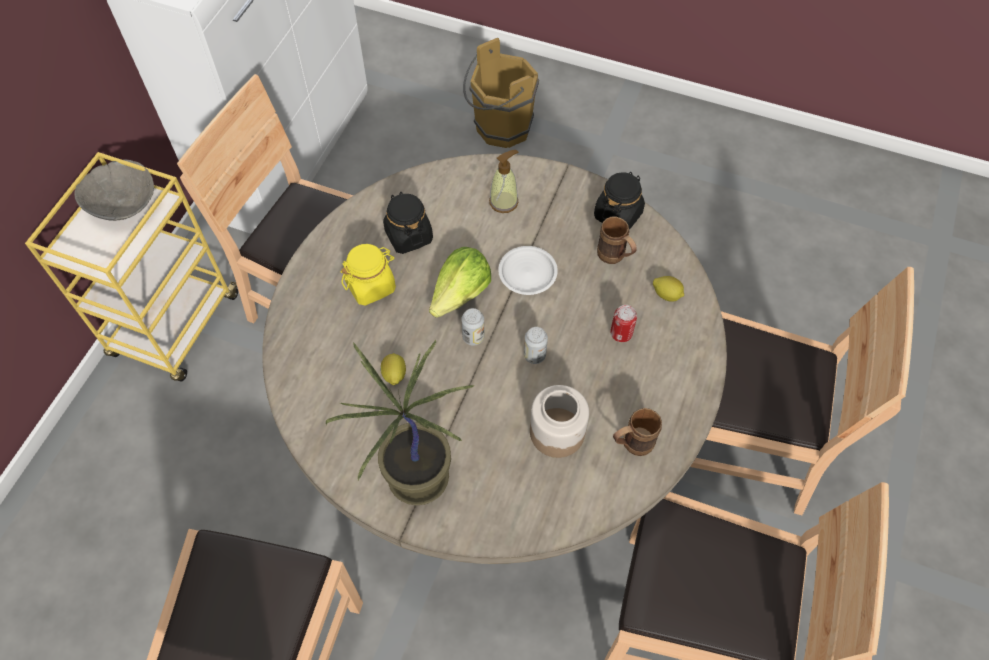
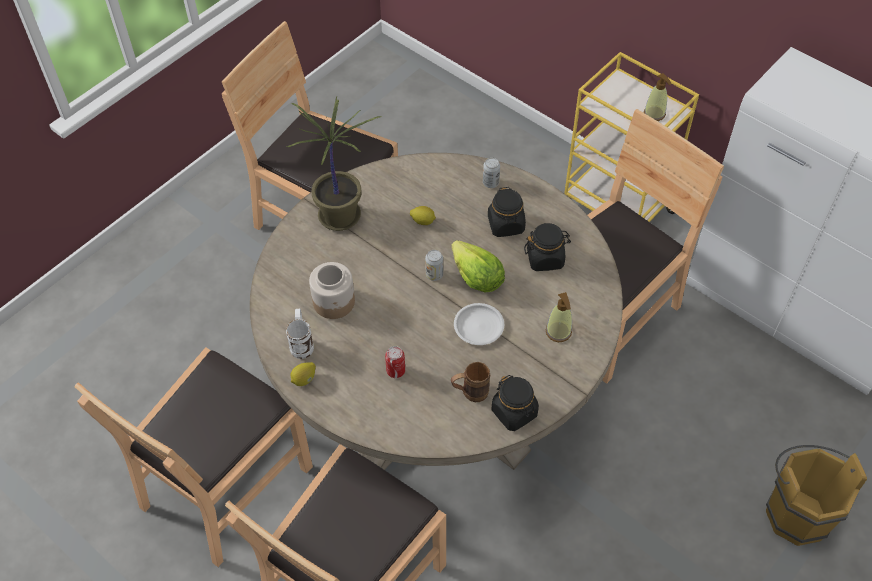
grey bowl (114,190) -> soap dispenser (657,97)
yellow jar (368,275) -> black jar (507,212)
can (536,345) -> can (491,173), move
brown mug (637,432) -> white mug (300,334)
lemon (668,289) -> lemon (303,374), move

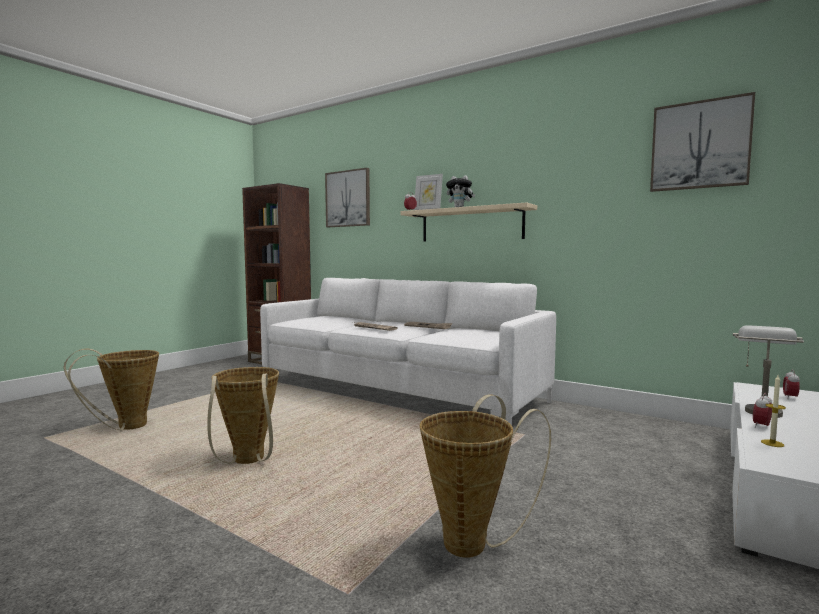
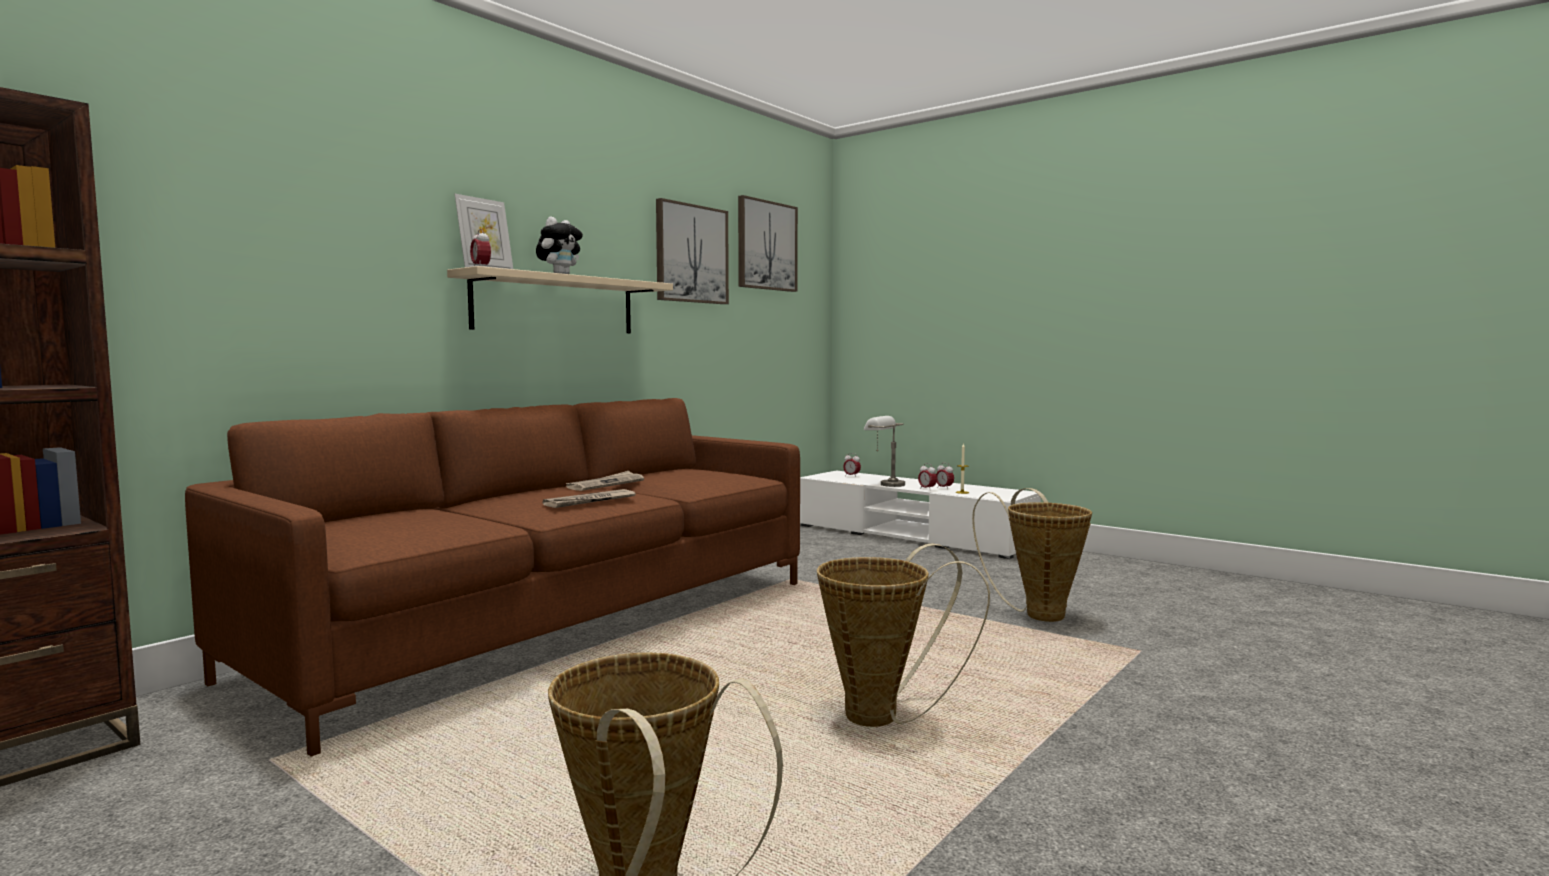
white sofa (408,351) -> brown sofa (492,577)
picture (347,197) -> picture (692,251), move
none -> alarm clock (945,476)

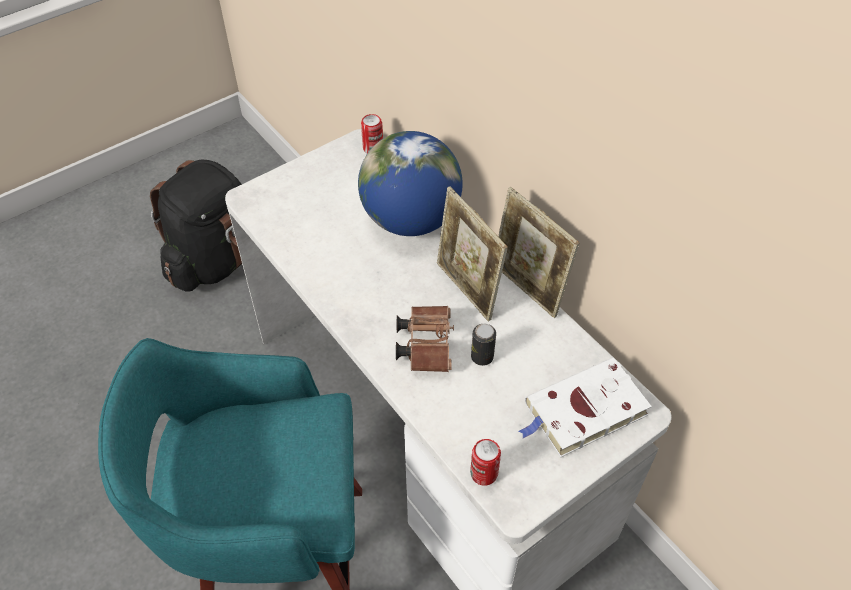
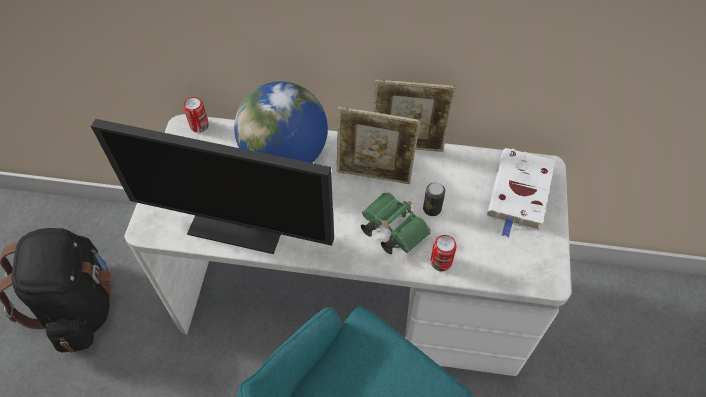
brown binoculars (425,339) -> green binoculars (396,223)
can (485,462) -> can (443,253), move
none -> monitor (212,186)

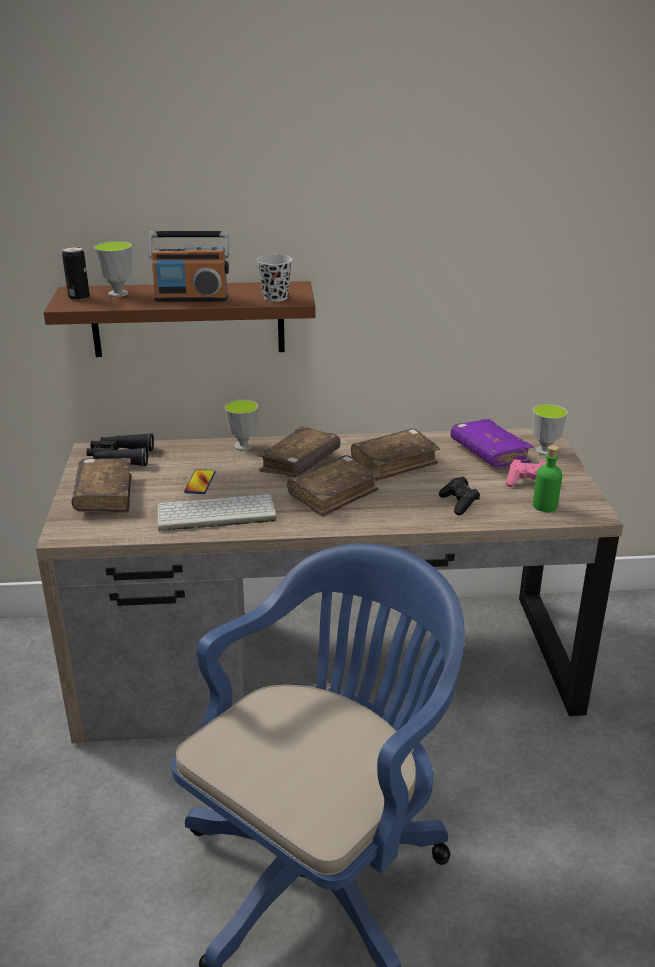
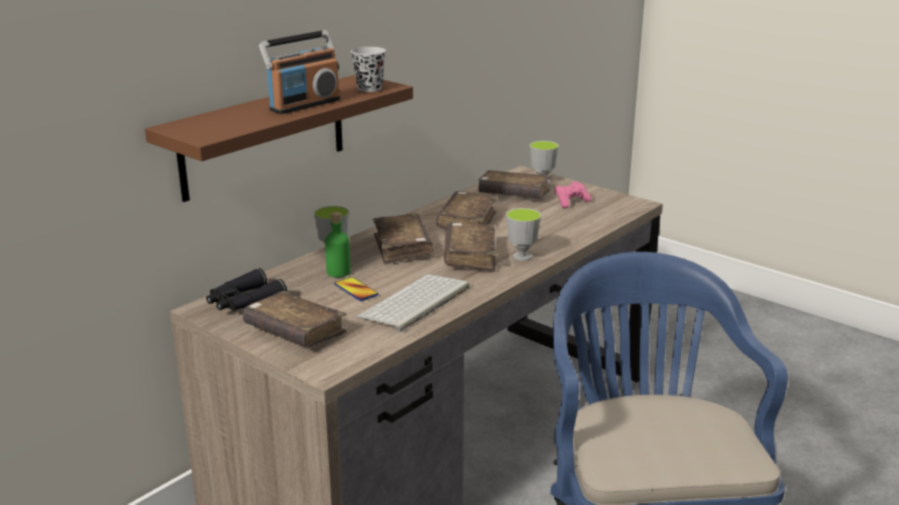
can (76,273) -> none
cup (113,269) -> cup (523,234), move
black game controller (459,496) -> none
purple book (492,443) -> brown book (514,184)
green bottle (547,478) -> green bottle (337,244), move

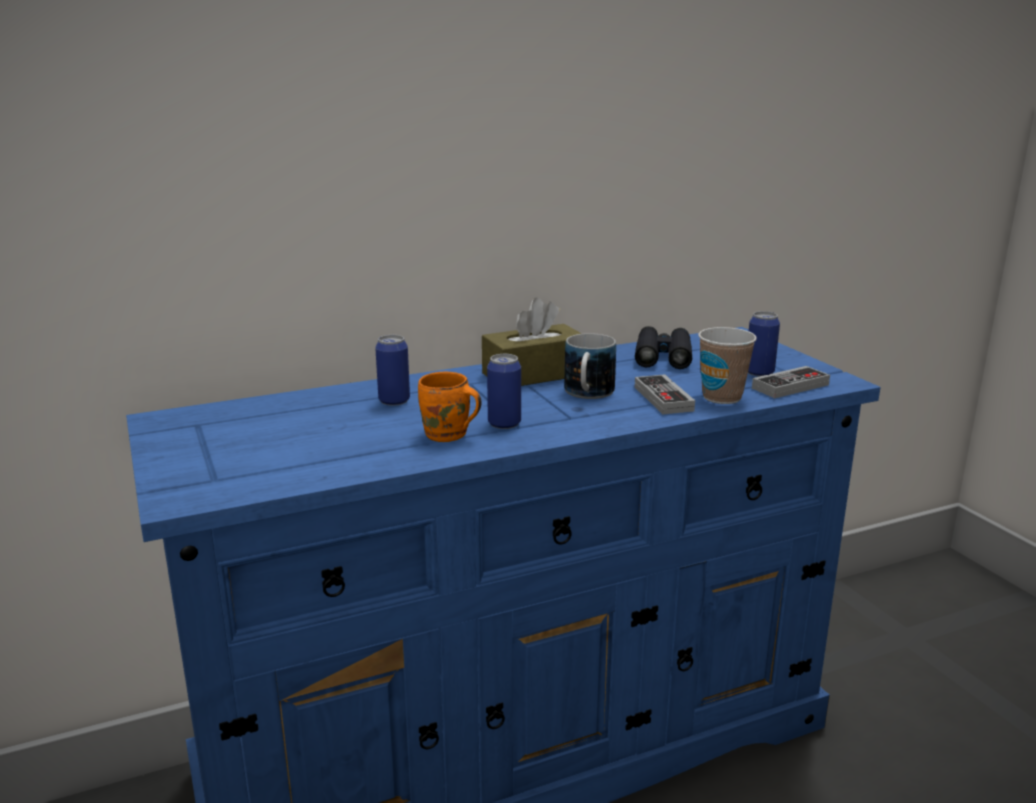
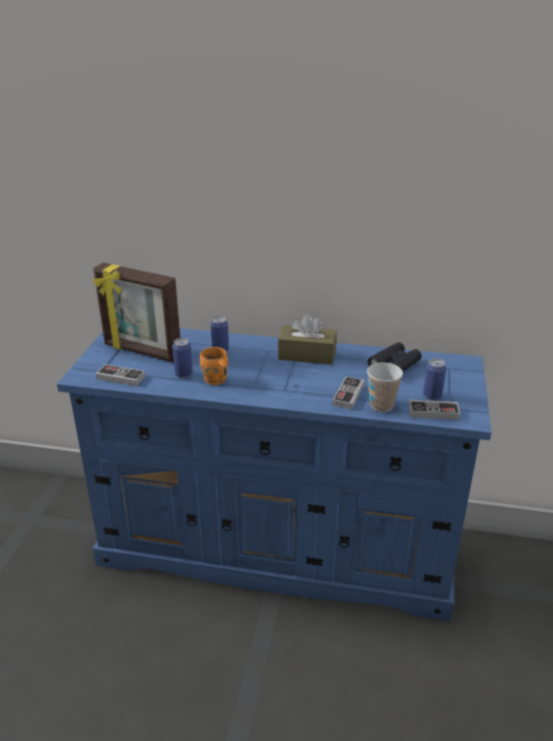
can (504,391) -> can (182,358), move
mug (590,366) -> none
none -> picture frame (136,312)
none -> game controller (120,375)

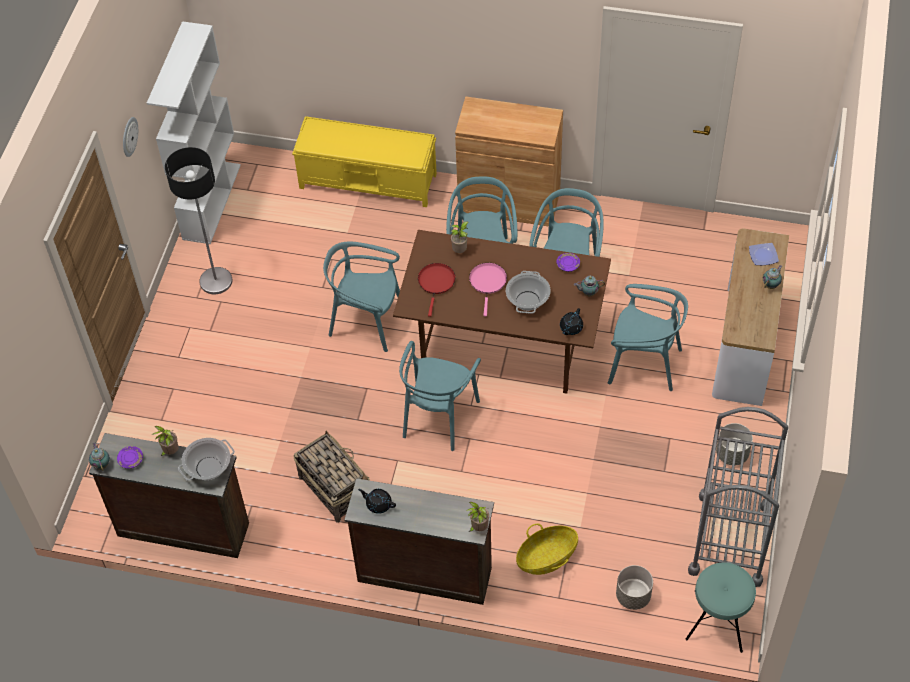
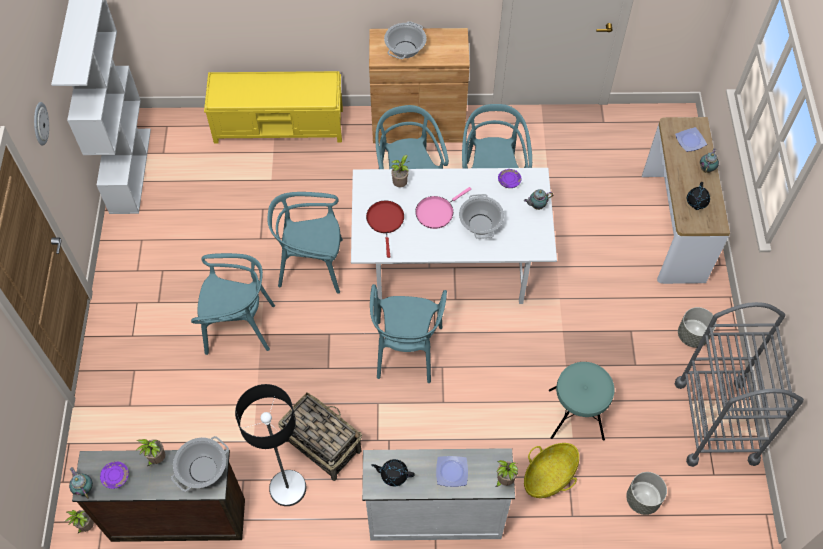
floor lamp (198,220) -> floor lamp (270,445), move
brown dresser (419,541) -> white dresser (438,494)
brown dining table (502,312) -> white dining table (454,236)
pink frying pan (488,290) -> pink frying pan (443,208), 120 degrees counterclockwise
black teapot (571,321) -> black teapot (698,196), move
turquoise chair (648,337) -> turquoise chair (233,304), move
turquoise stool (720,608) -> turquoise stool (582,401), move
none -> potted plant (79,522)
none -> cooking pot (405,40)
none -> plate (452,471)

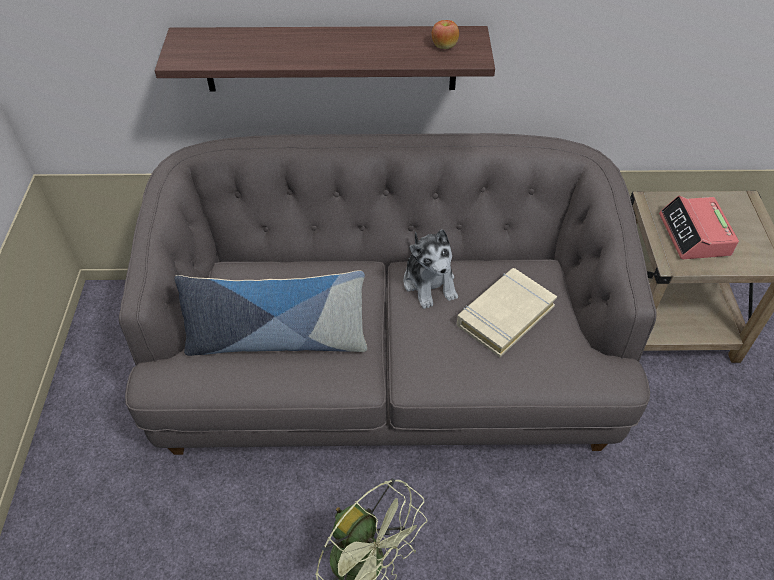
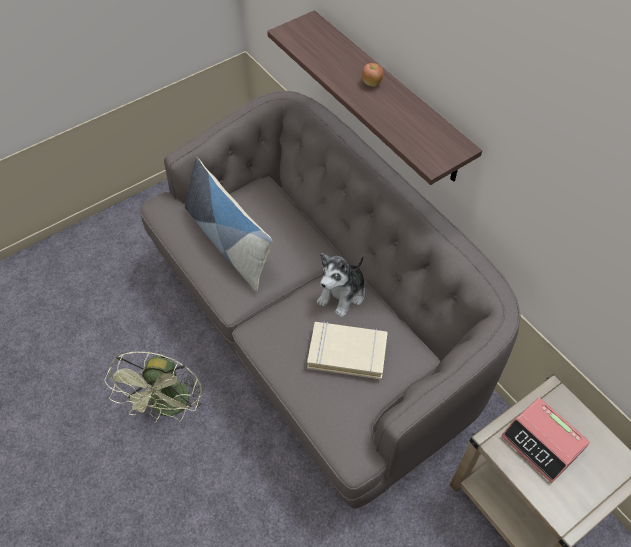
apple (445,34) -> apple (372,75), move
alarm clock (699,227) -> alarm clock (545,440), 90 degrees counterclockwise

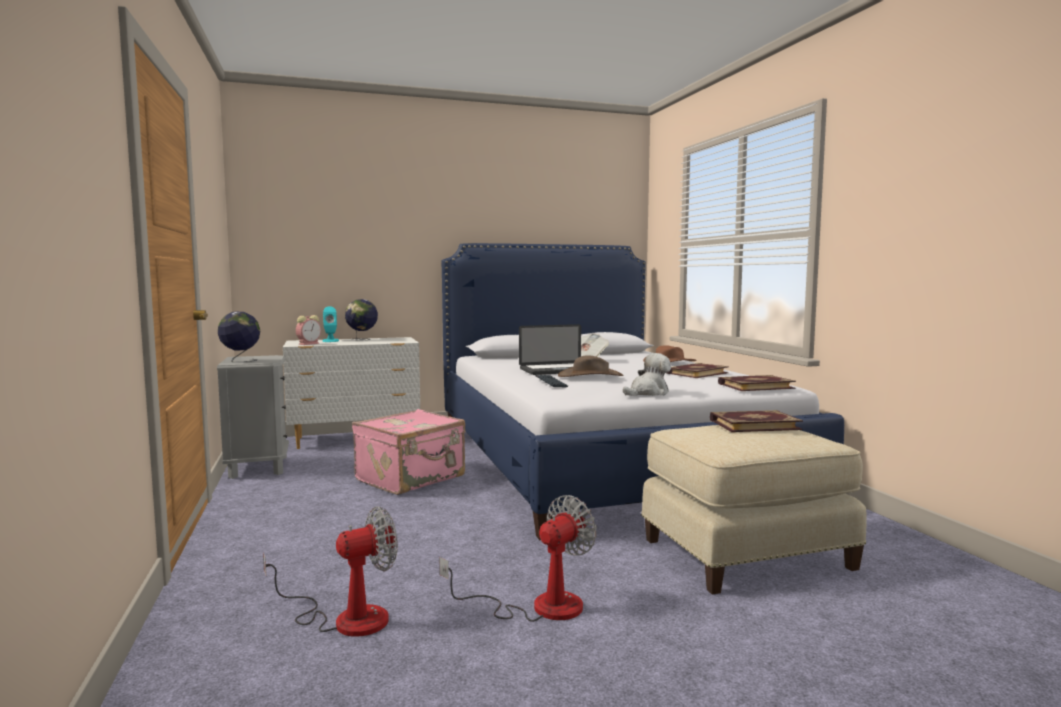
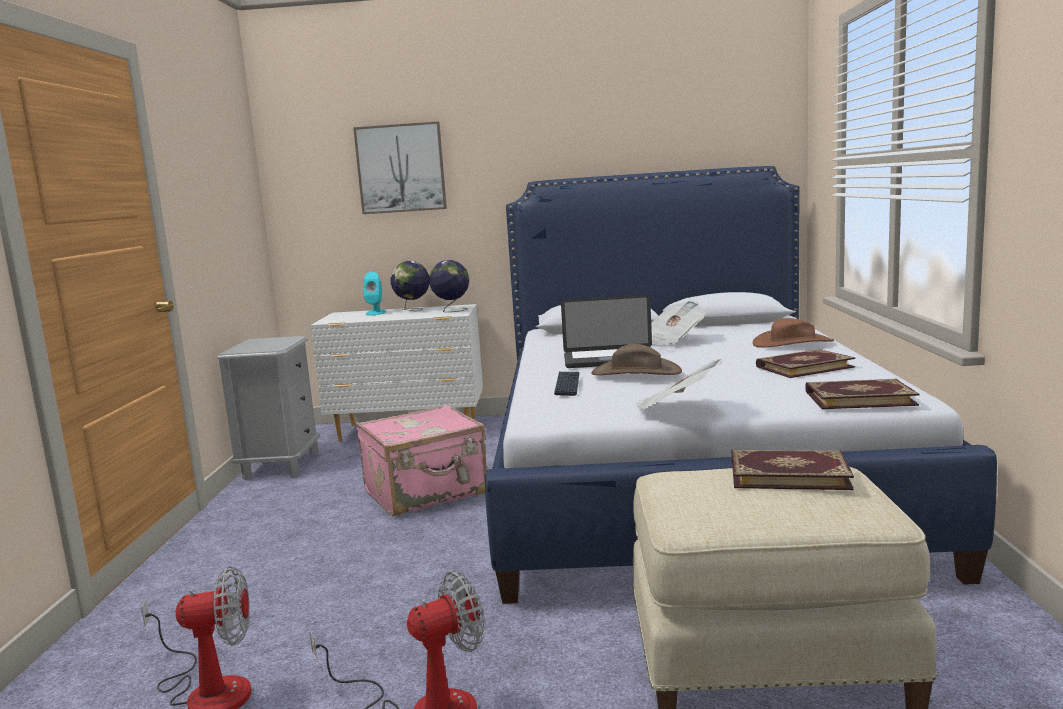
globe (239,337) -> globe (449,286), move
alarm clock (308,330) -> none
plush toy (647,374) -> newspaper (679,385)
none -> picture (400,167)

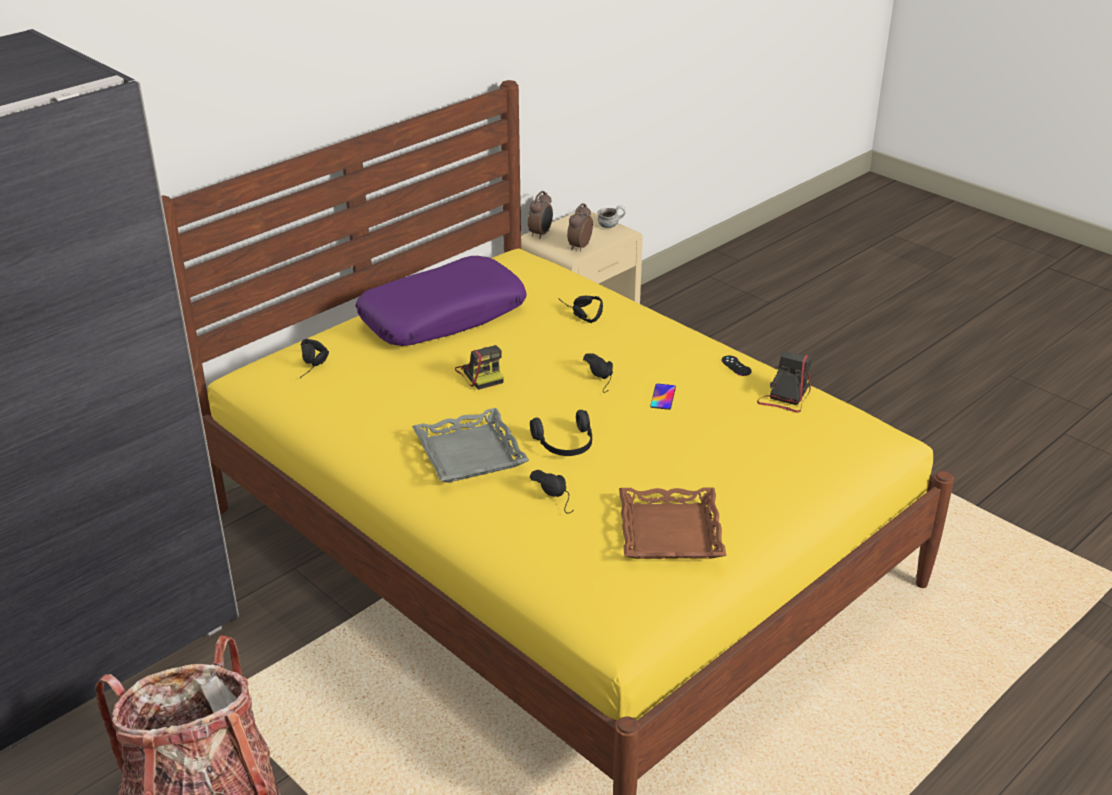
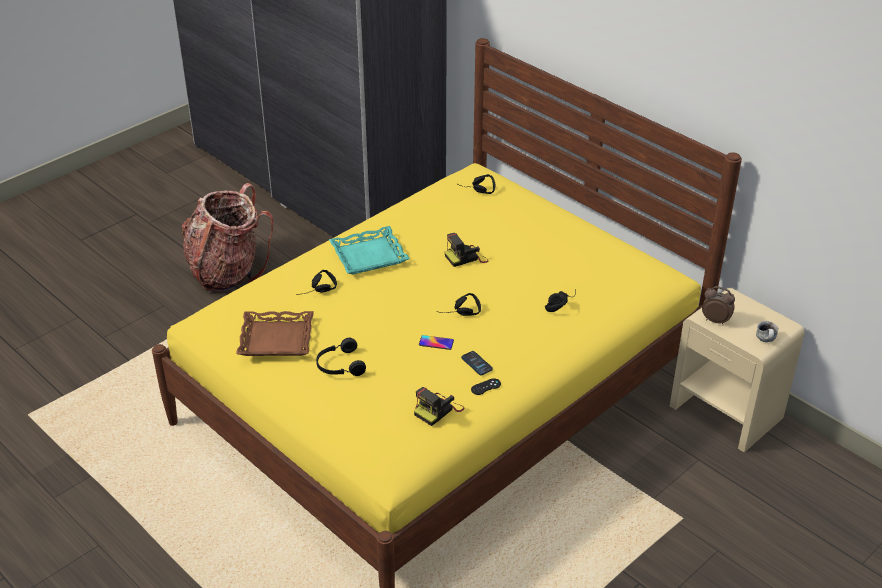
purple pillow (441,301) -> none
grey tray (470,445) -> turquoise tray (369,250)
alarm clock (540,215) -> none
black headphones (561,433) -> black headphones (341,357), move
photo camera (784,381) -> photo camera (439,406), 105 degrees clockwise
none -> phone (477,363)

